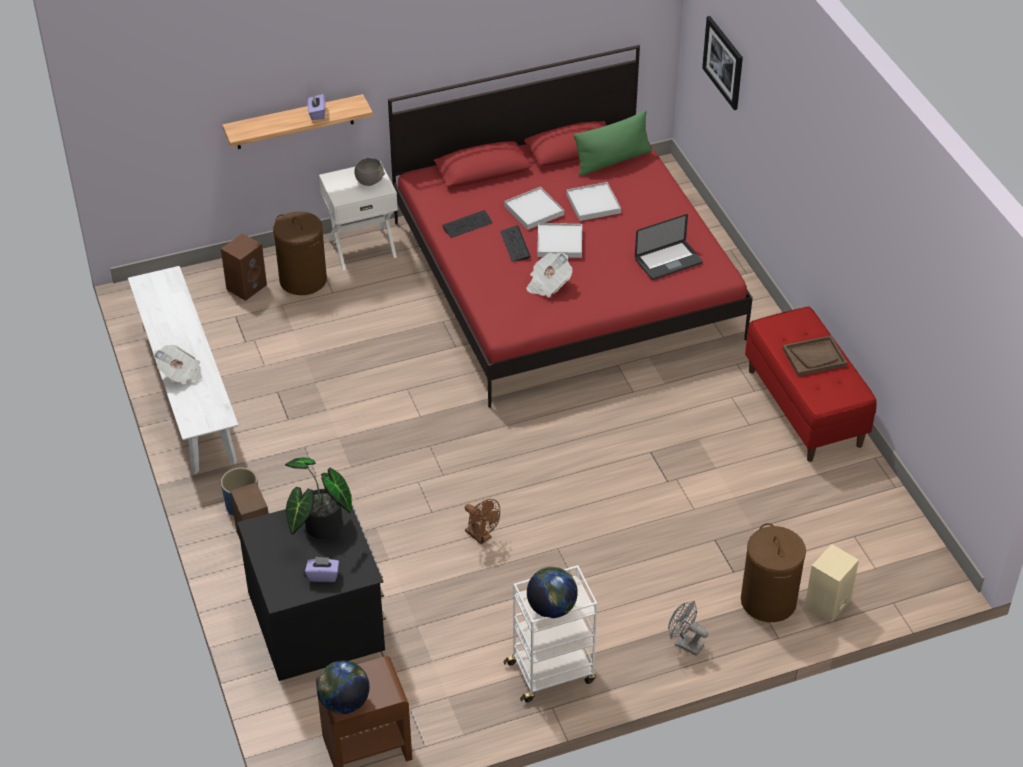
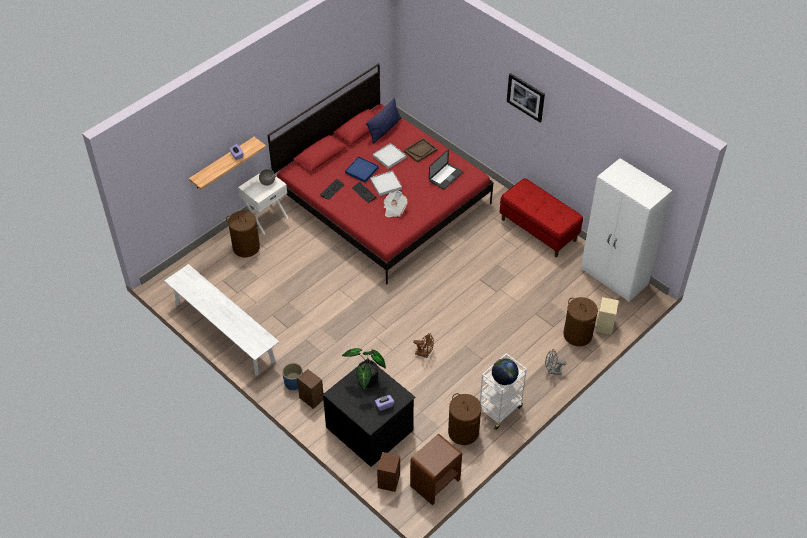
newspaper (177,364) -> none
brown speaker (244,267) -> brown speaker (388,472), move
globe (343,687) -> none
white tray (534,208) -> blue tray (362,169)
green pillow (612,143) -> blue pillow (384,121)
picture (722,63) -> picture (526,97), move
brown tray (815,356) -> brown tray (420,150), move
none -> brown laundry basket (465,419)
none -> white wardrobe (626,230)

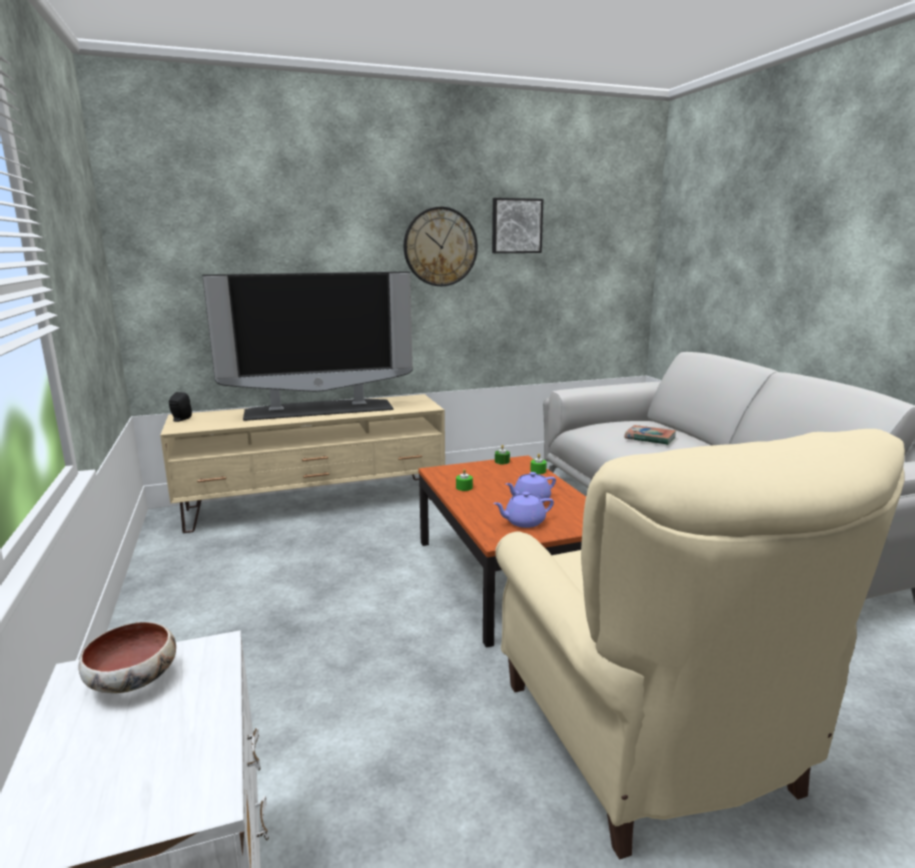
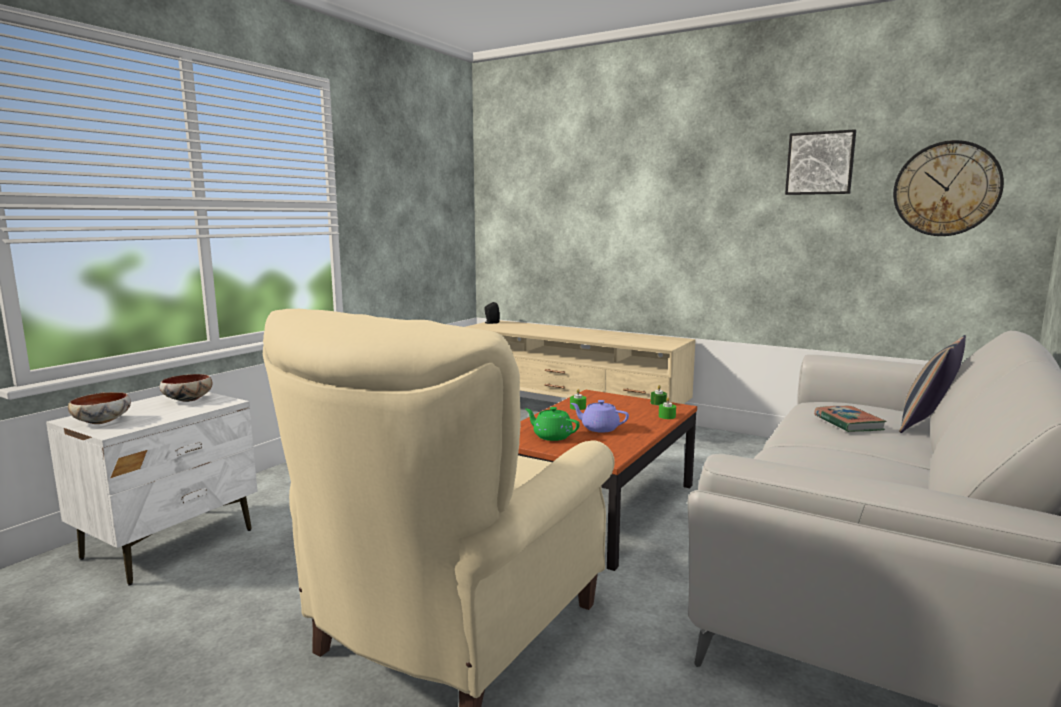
television (307,346) -> none
wall clock (441,246) -> wall clock (948,188), move
purple teapot (523,510) -> green teapot (552,424)
none -> bowl (99,408)
none -> pillow (932,384)

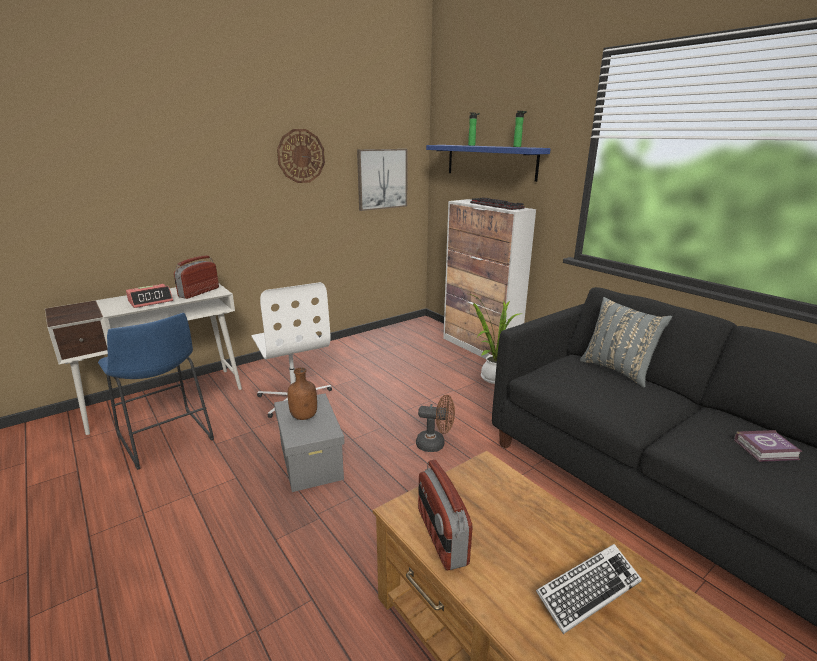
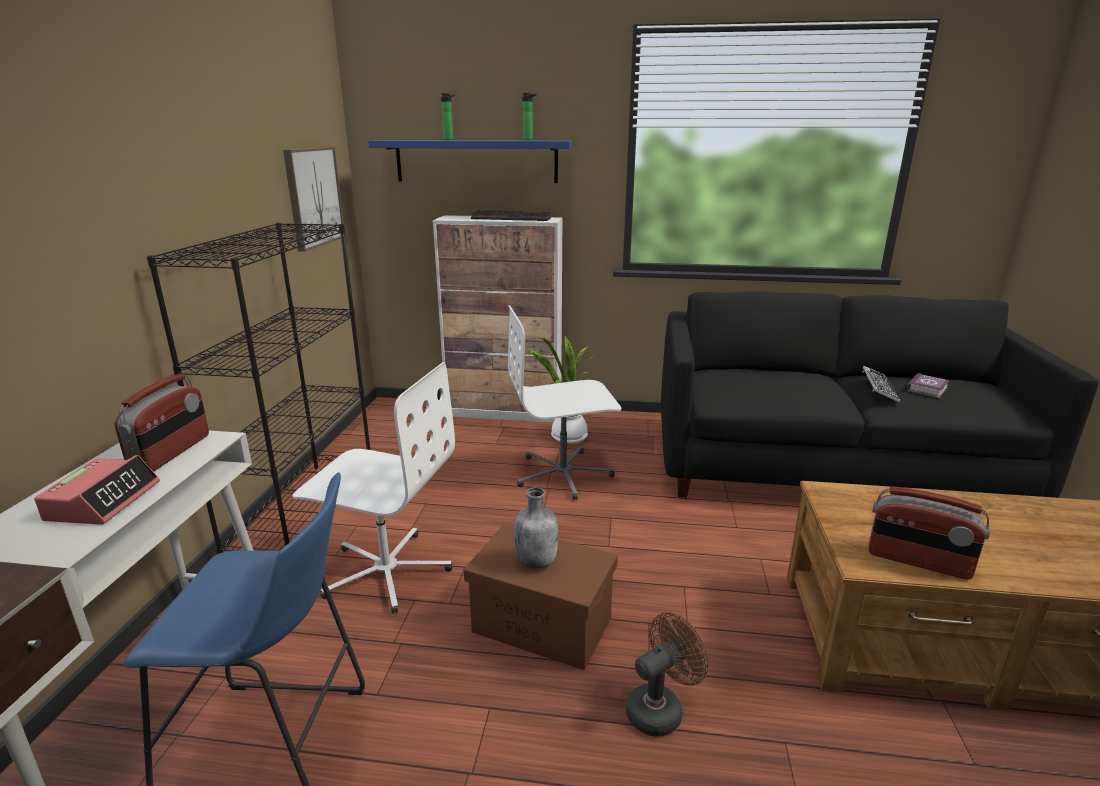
radio (196,277) -> radio (162,423), 150 degrees counterclockwise
grey storage box (309,443) -> brown storage box (540,597)
wall clock (301,156) -> none
brown bottle (302,394) -> grey bottle (536,528)
brown fan (435,423) -> brown fan (667,674), move
keyboard (589,589) -> keyboard (881,384), move
grey pillow (626,342) -> none
none -> black bookcase (258,388)
none -> white office chair (564,402)

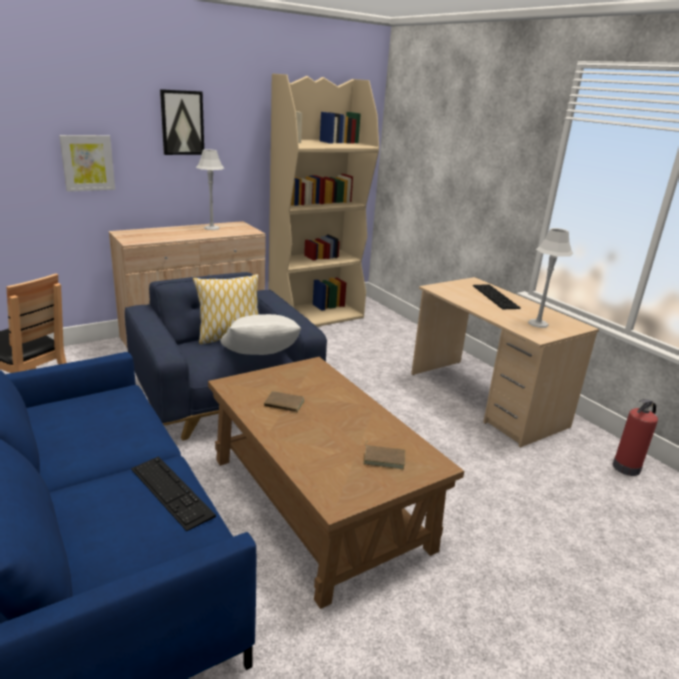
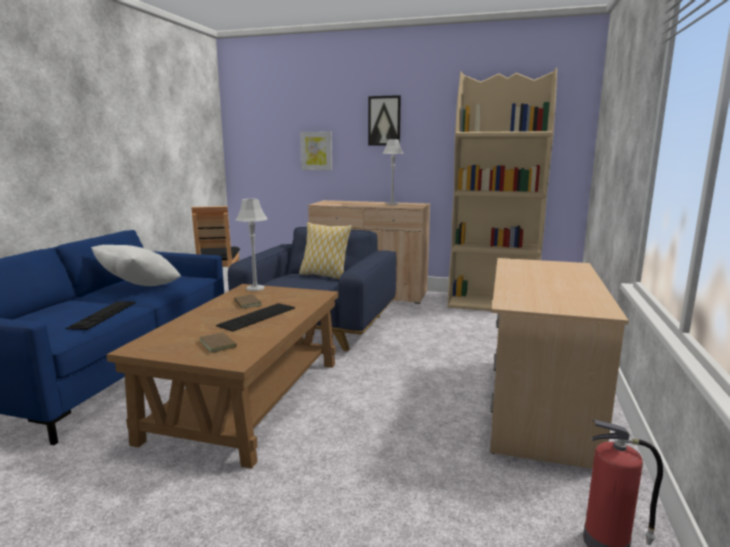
white pillow (260,334) -> white pillow (136,265), move
keyboard (497,296) -> keyboard (255,317), move
grey table lamp (550,278) -> grey table lamp (251,245), move

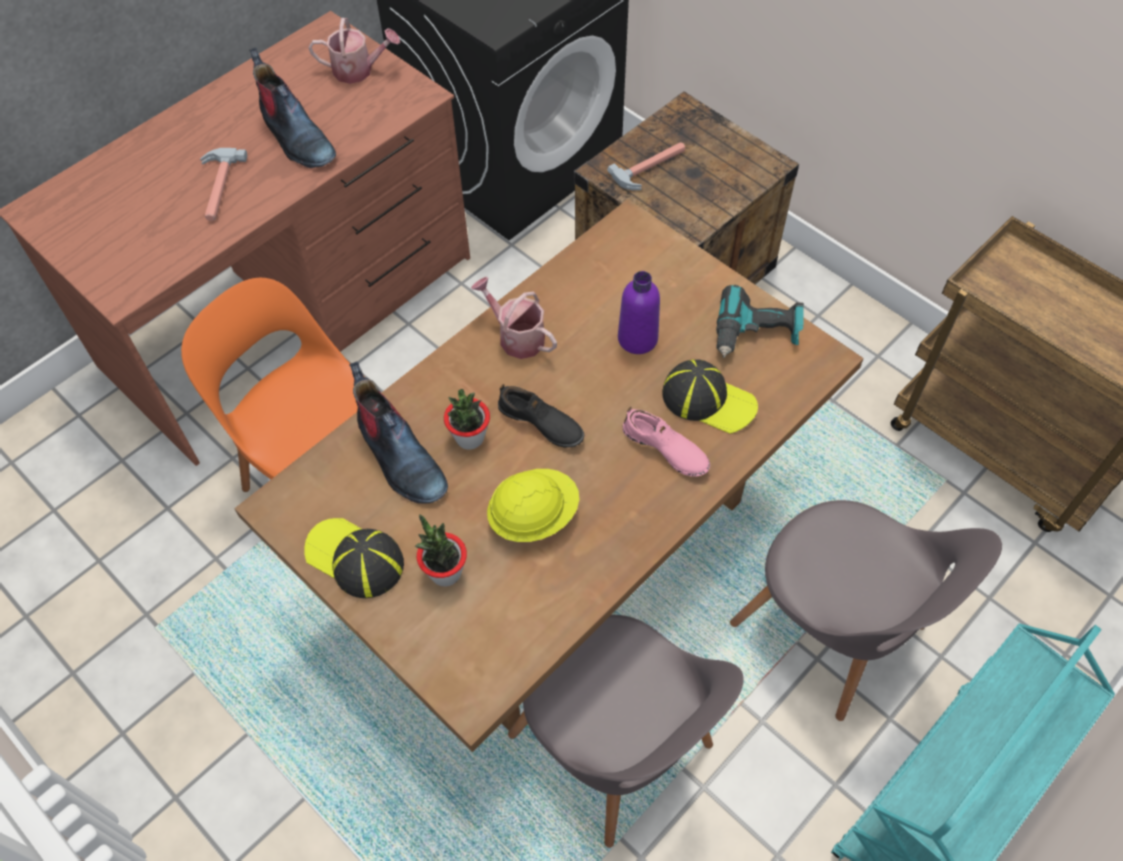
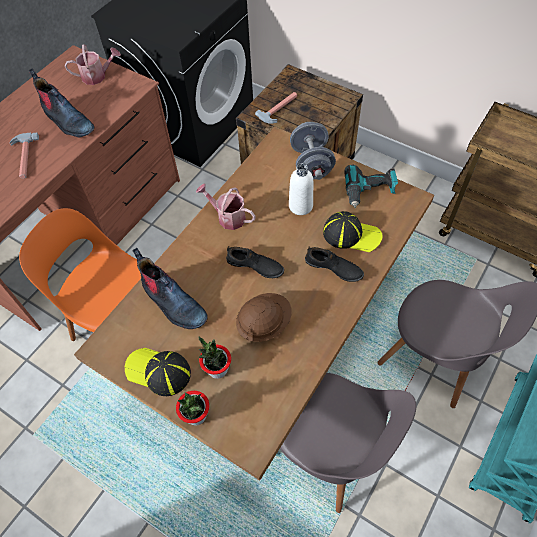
potted plant (467,419) -> potted plant (192,408), move
yellow hard hat (533,505) -> brown hard hat (264,317)
purple bottle (639,312) -> white bottle (301,189)
pink shoe (666,442) -> black shoe (334,264)
none -> grey dumbbell (313,151)

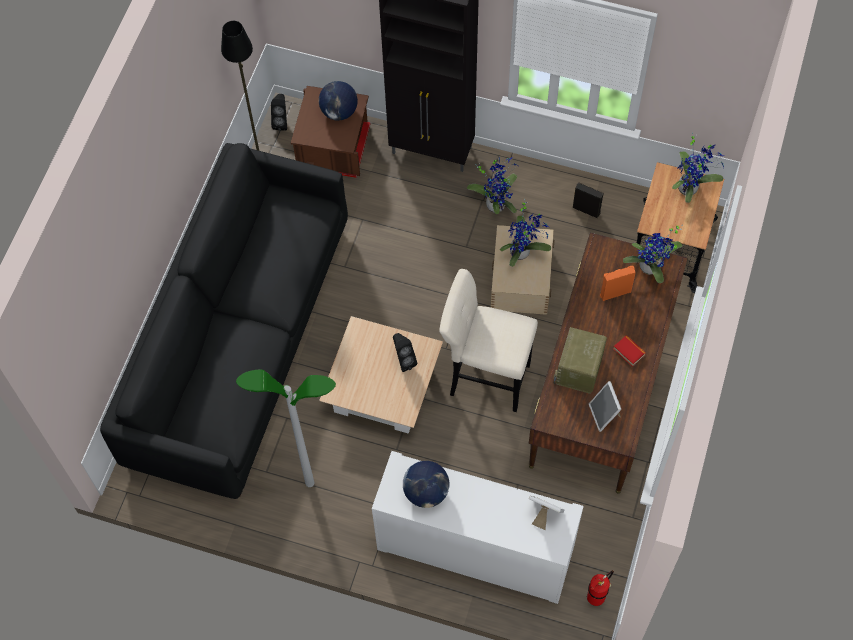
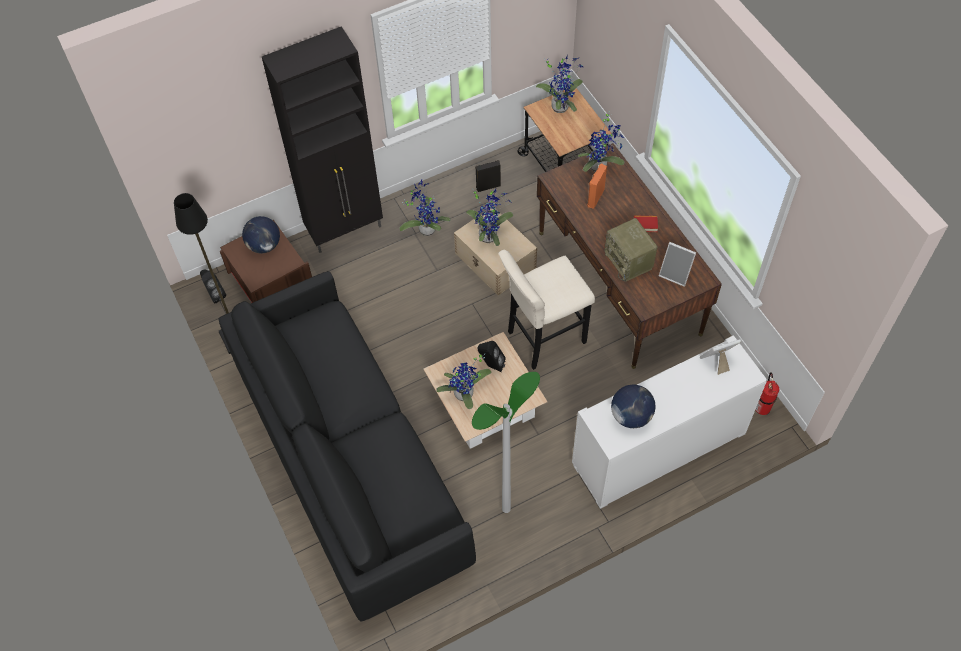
none -> potted plant (464,381)

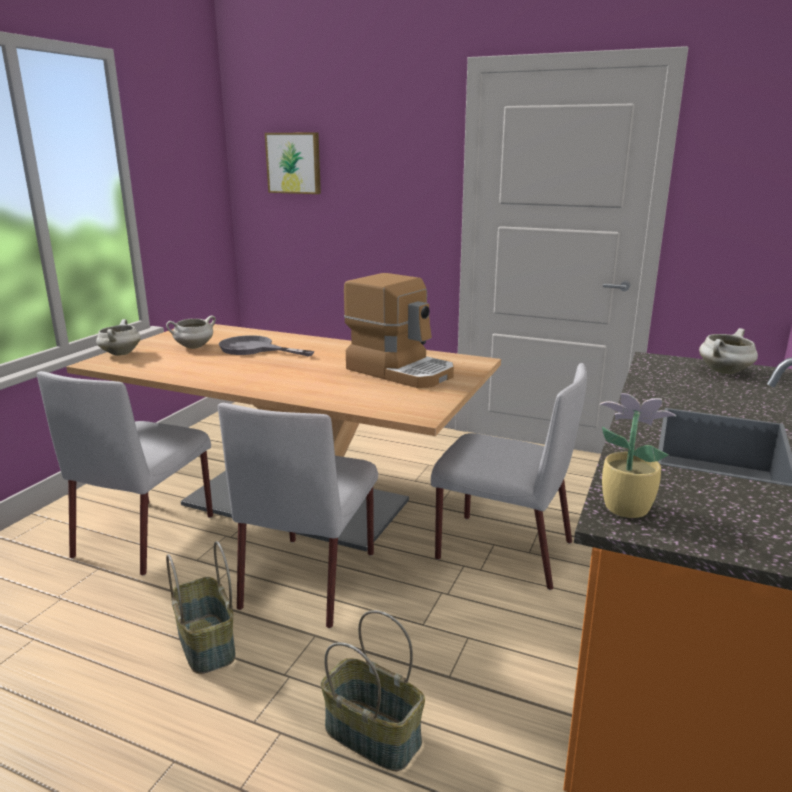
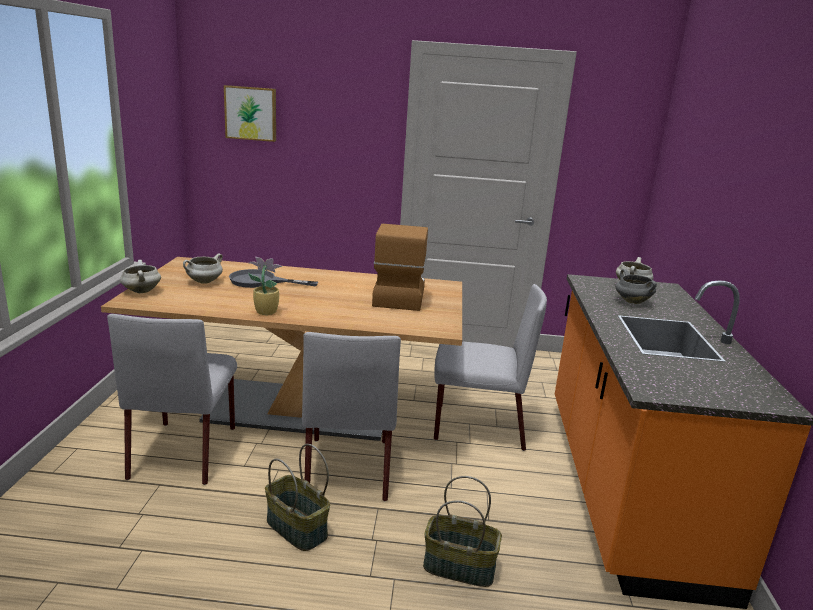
coffee machine (399,330) -> coffee machine (400,267), 105 degrees counterclockwise
potted plant (638,455) -> potted plant (265,286), move
none -> grey cooking pot (636,286)

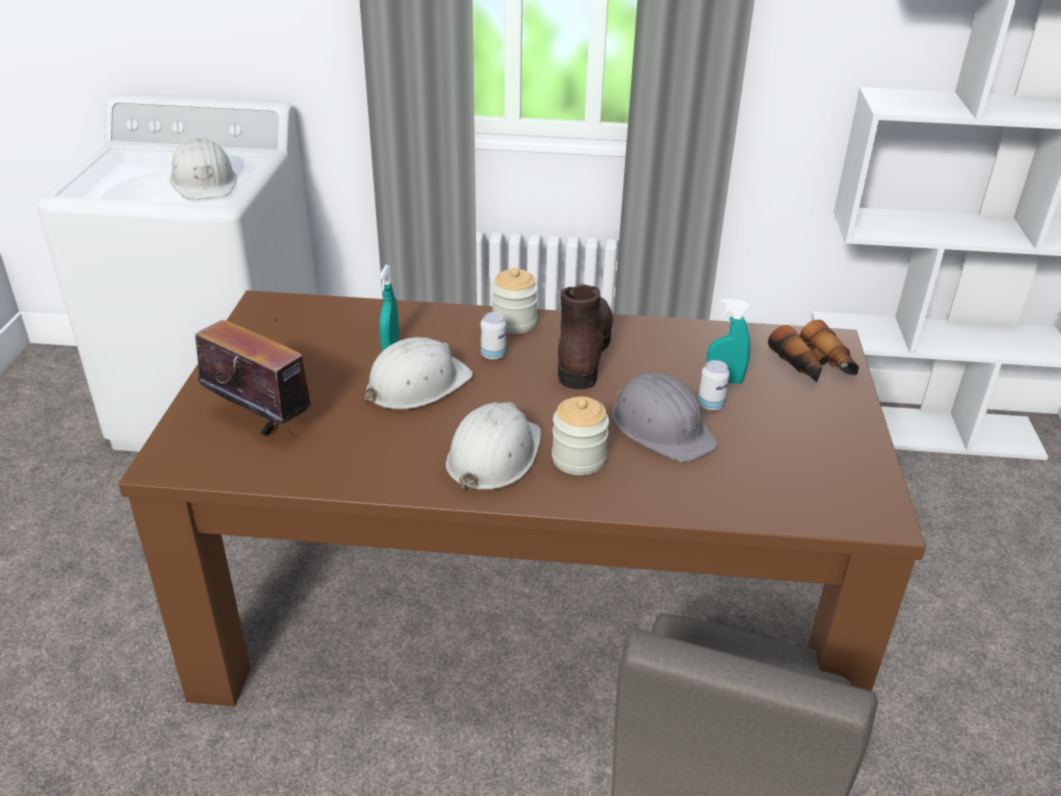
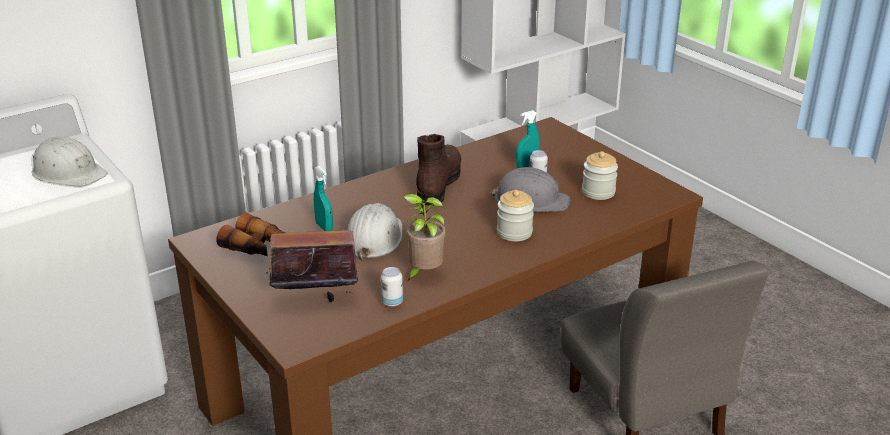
white hard hat (493,447) -> none
can (493,336) -> can (392,287), move
jar (515,301) -> jar (600,175), move
brown boot (585,336) -> brown boot (438,169), 45 degrees clockwise
binoculars (813,351) -> binoculars (250,234), move
none -> potted plant (424,237)

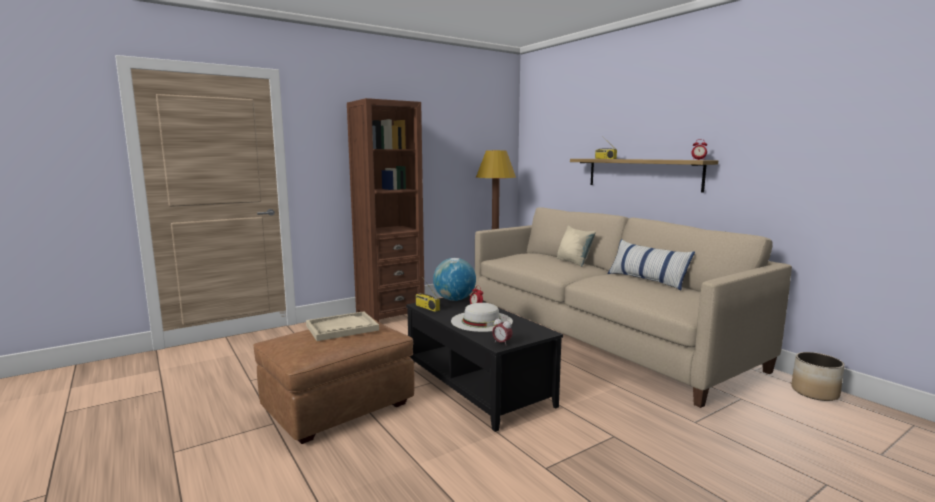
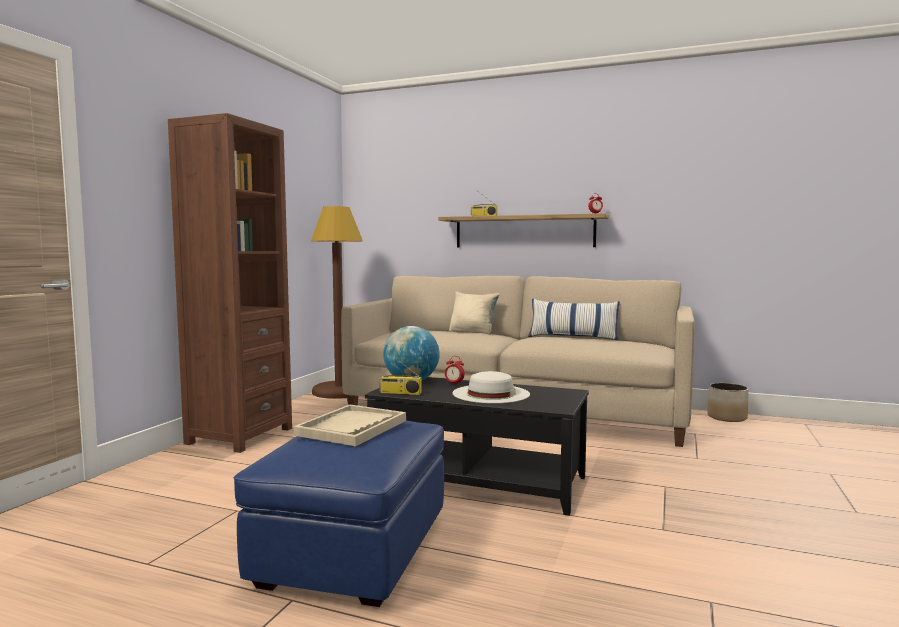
brown ottoman (334,381) -> blue ottoman (338,514)
alarm clock (502,331) -> none

